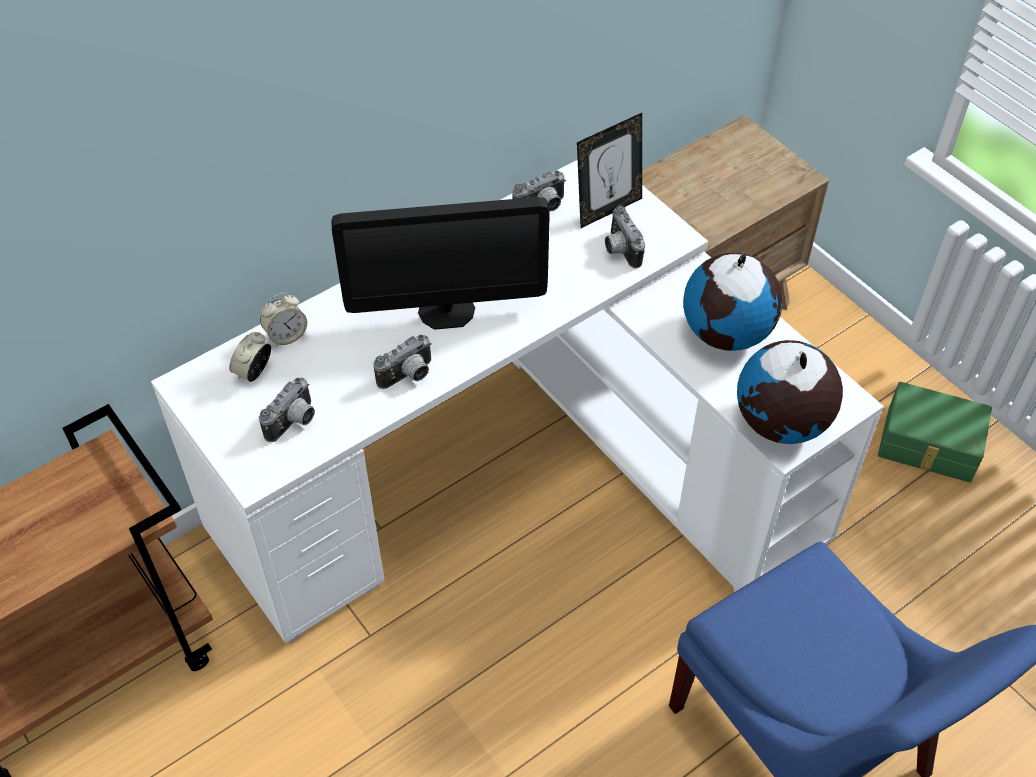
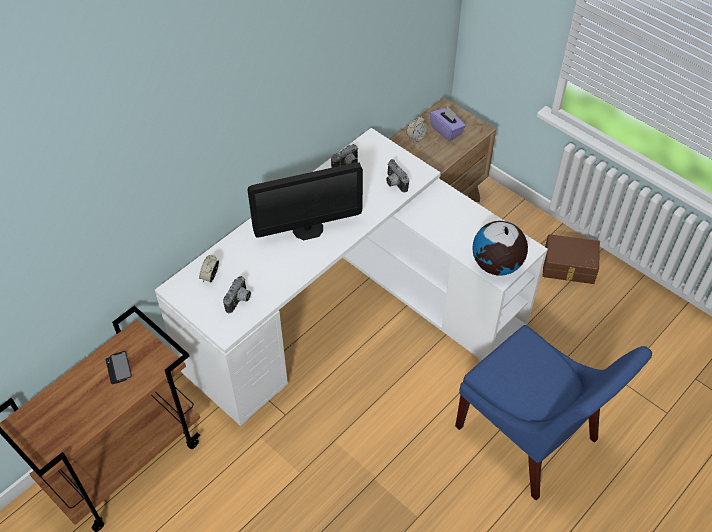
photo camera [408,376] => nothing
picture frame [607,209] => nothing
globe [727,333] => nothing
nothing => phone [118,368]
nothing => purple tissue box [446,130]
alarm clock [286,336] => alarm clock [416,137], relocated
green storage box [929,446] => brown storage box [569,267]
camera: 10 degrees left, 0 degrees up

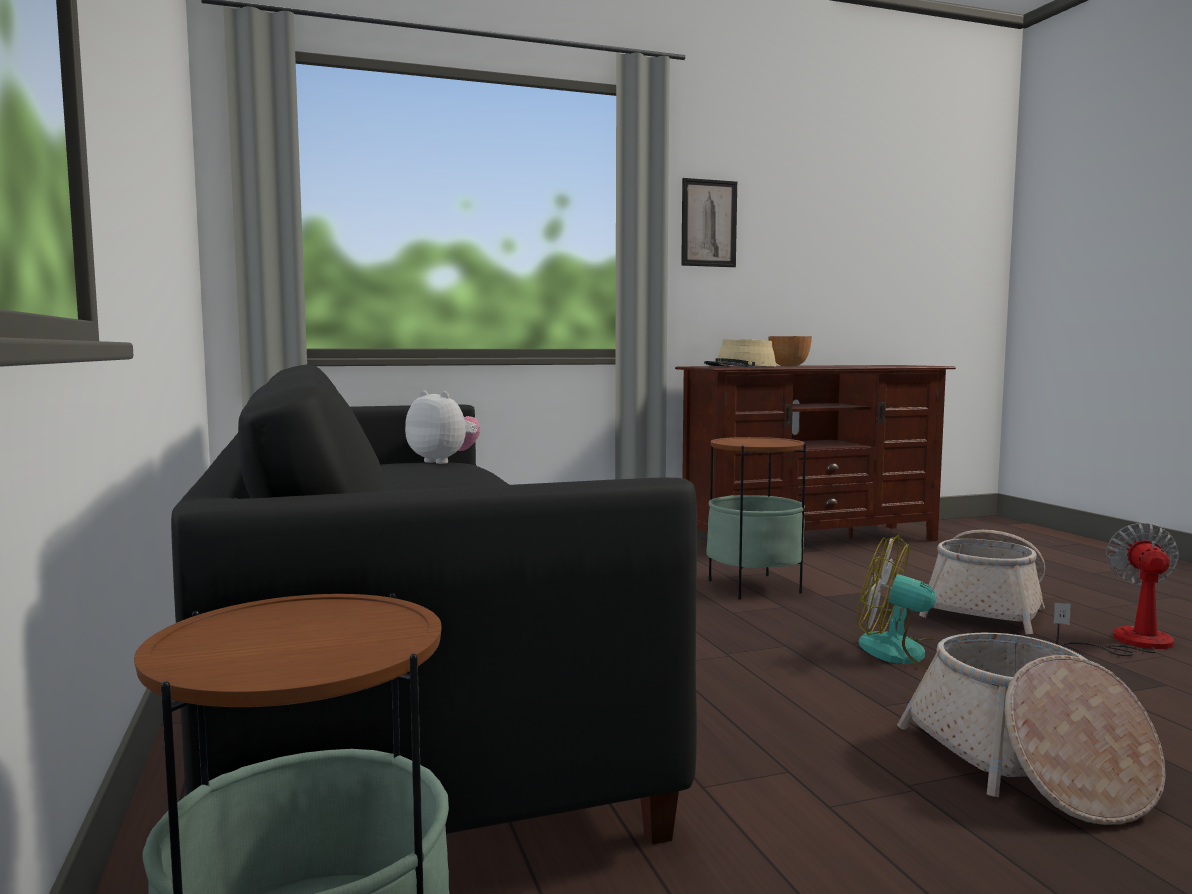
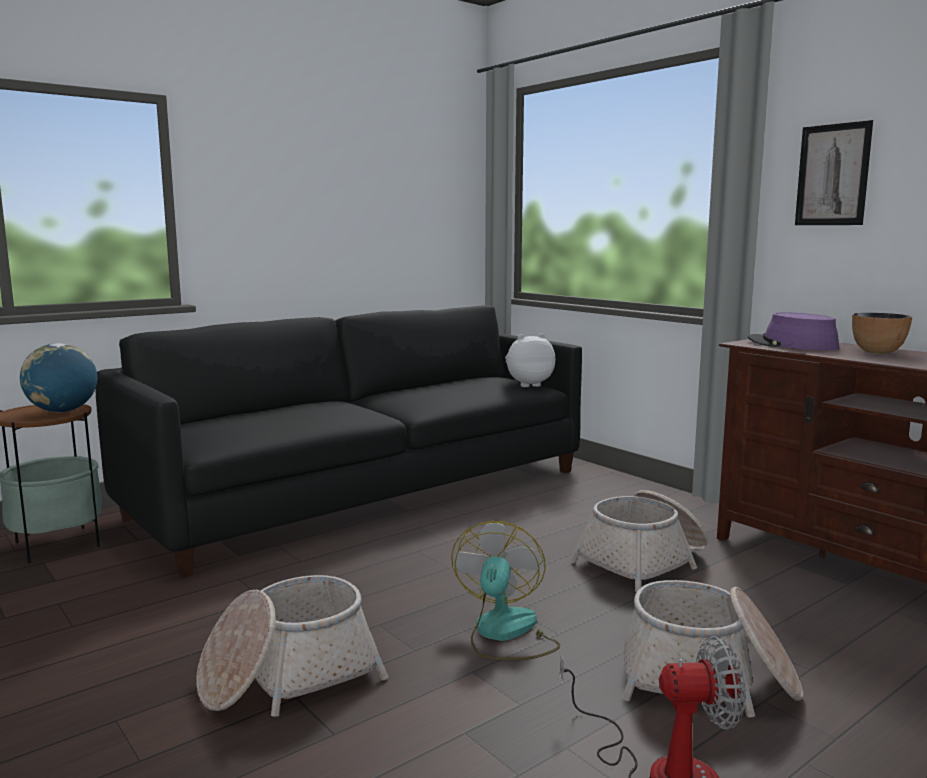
nothing => globe [62,411]
side table [754,586] => basket [644,561]
beige hat [740,366] => purple hat [792,345]
plush toy [443,461] => plush toy [528,384], 120 degrees counterclockwise
camera: 70 degrees right, 5 degrees up

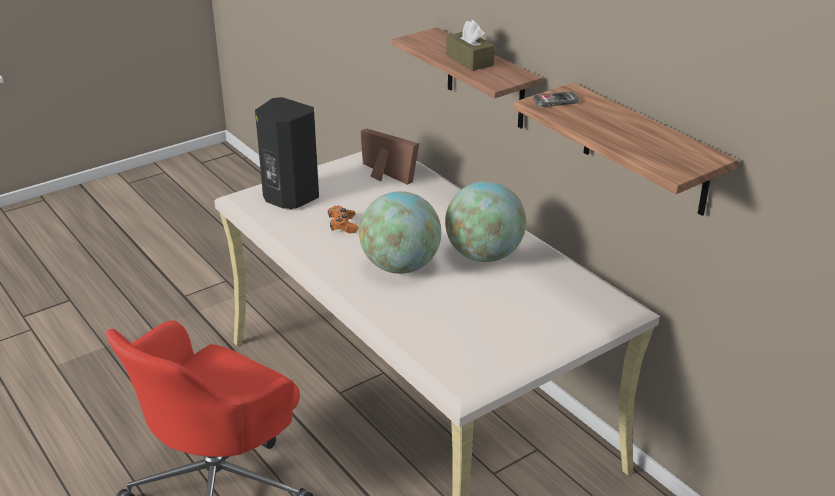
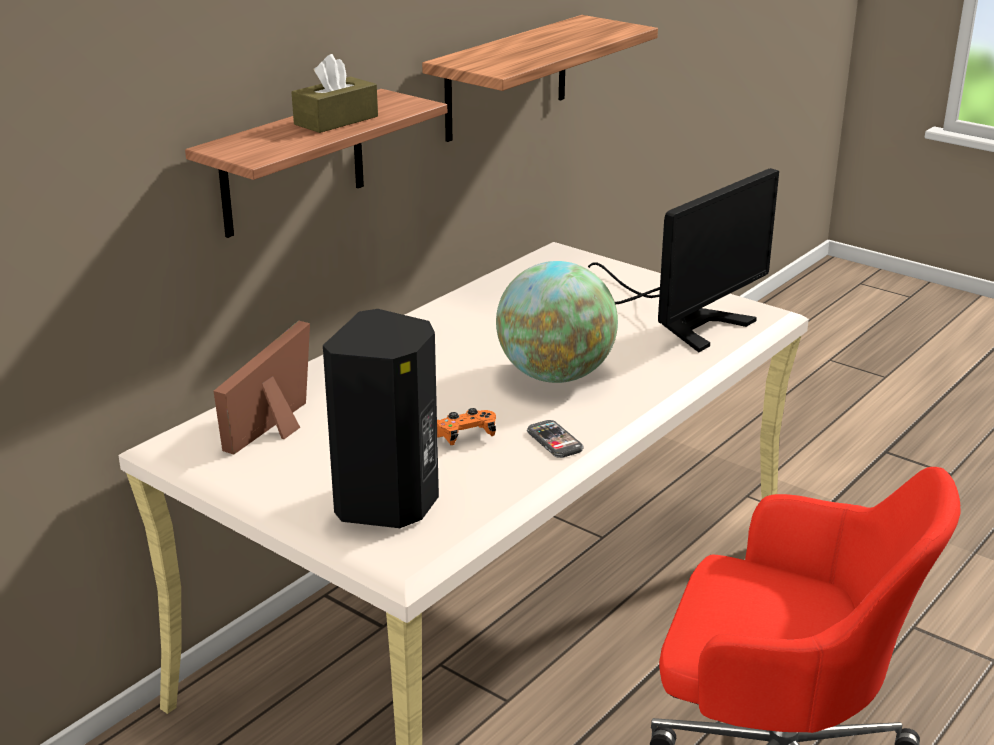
globe [484,255] => nothing
nothing => monitor [679,318]
phone [555,101] => phone [554,441], relocated
camera: 105 degrees left, 5 degrees down

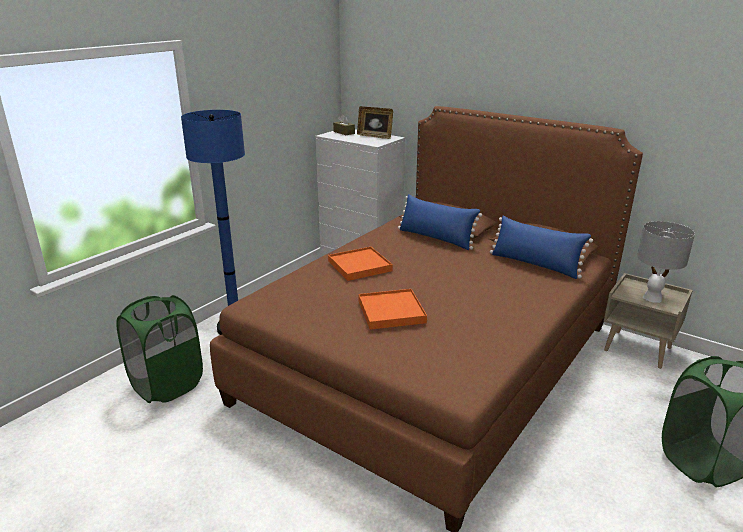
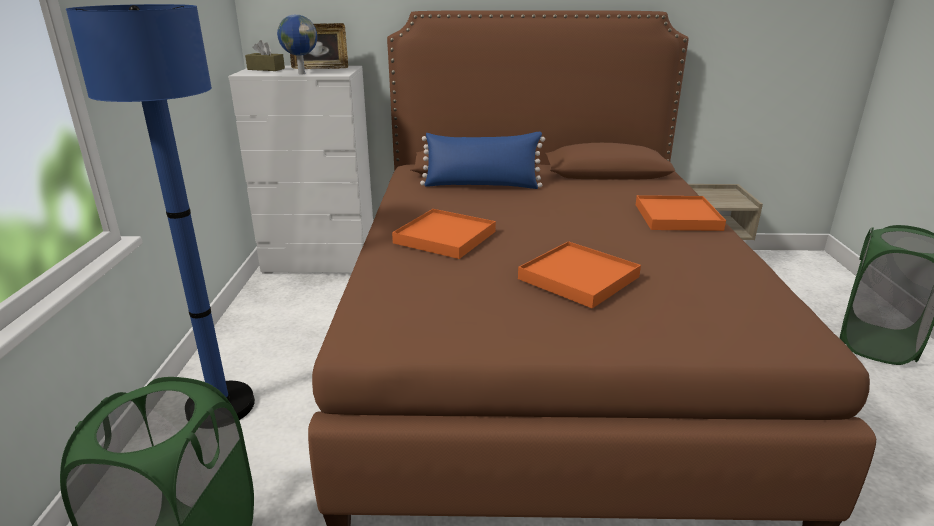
blue pillow [535,264] => nothing
grey table lamp [652,298] => nothing
nothing => globe [301,73]
nothing => orange tray [677,217]
camera: 35 degrees left, 0 degrees up

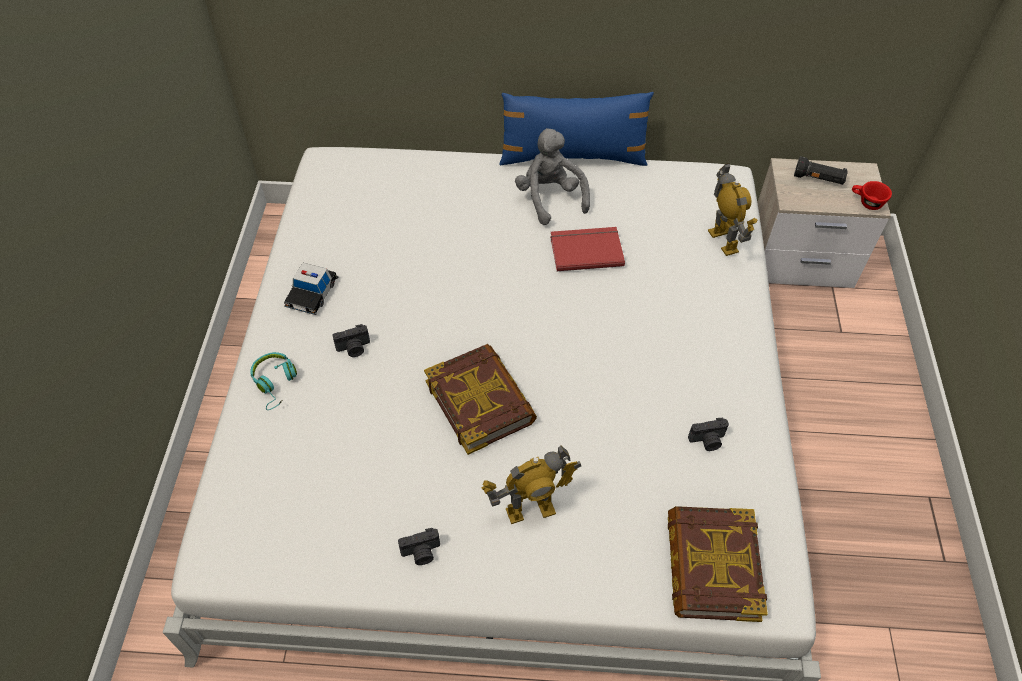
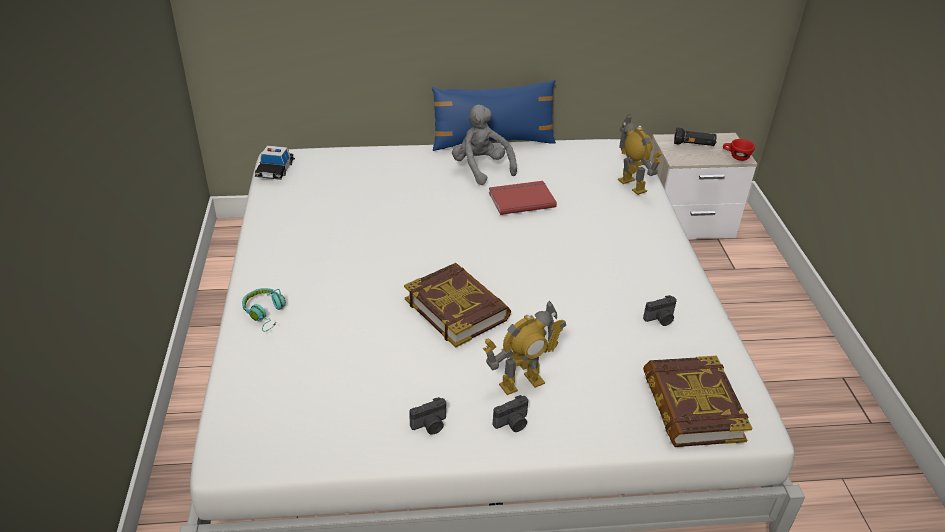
toy car [312,293] => toy car [275,169], relocated
photo camera [354,348] => photo camera [512,423], relocated
camera: 10 degrees left, 15 degrees down

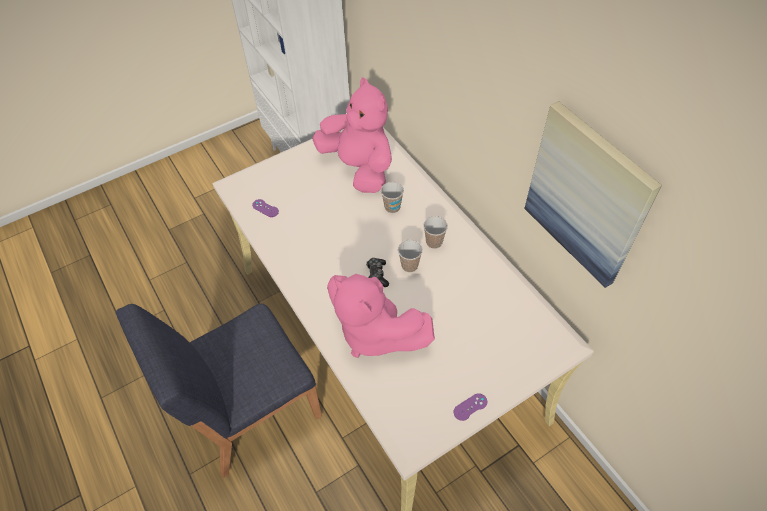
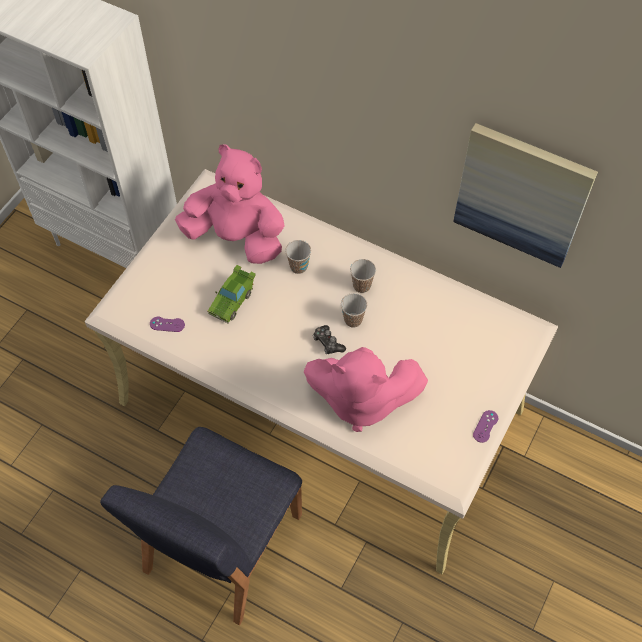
nothing => green toy car [233,300]
camera: 30 degrees left, 5 degrees up

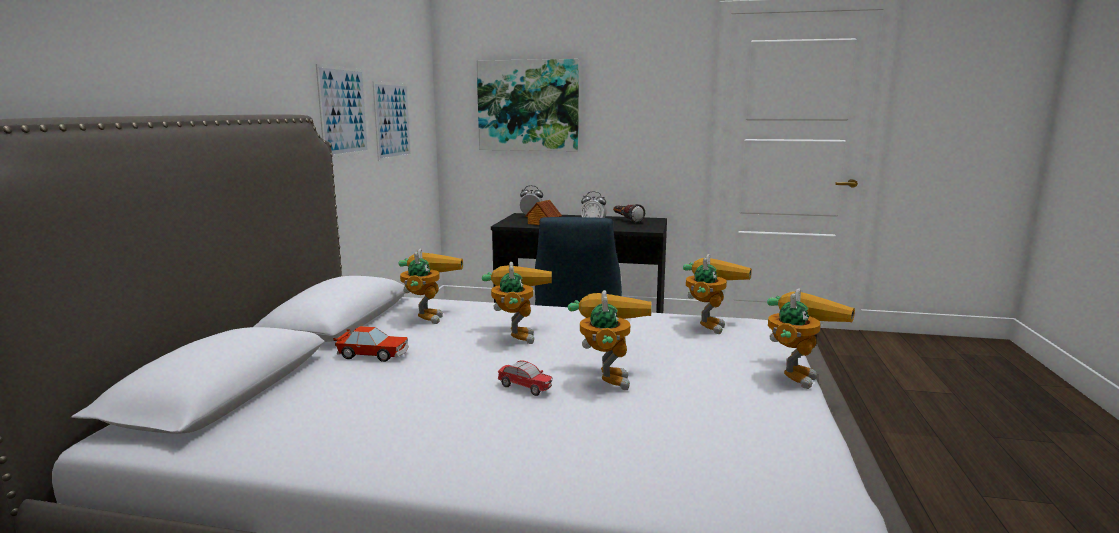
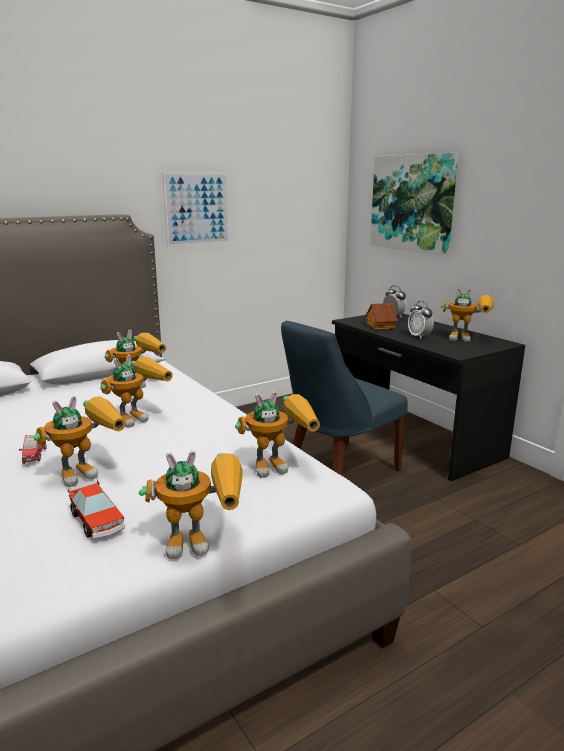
picture [392,121] => nothing
toy car [373,355] => toy car [97,521], relocated
flashlight [626,220] => toy robot [468,338]
camera: 45 degrees right, 5 degrees up

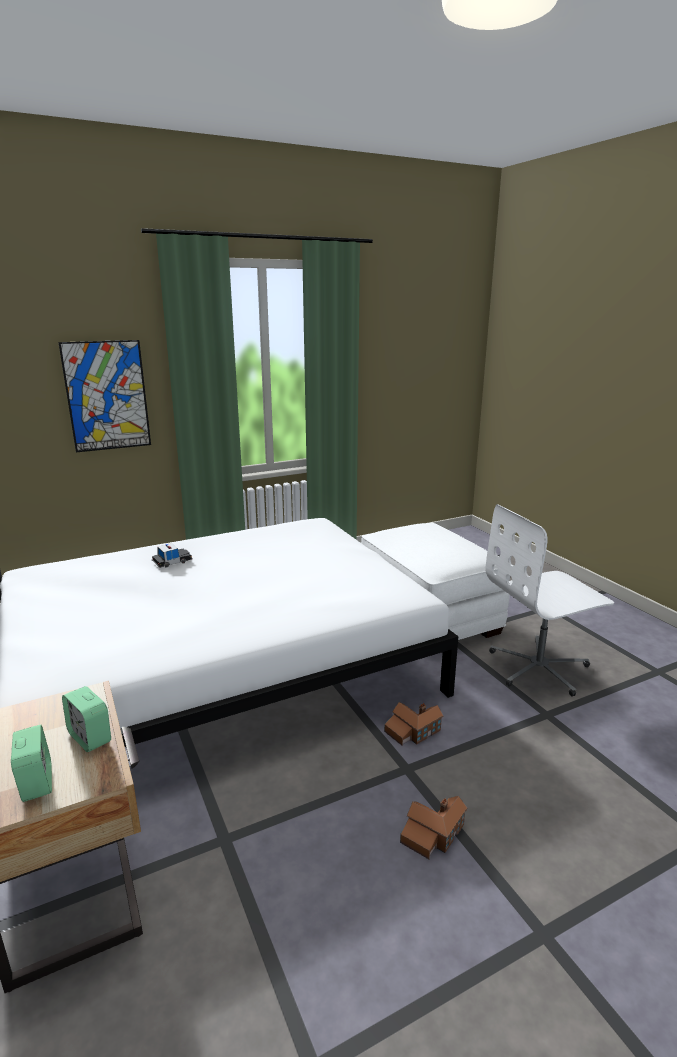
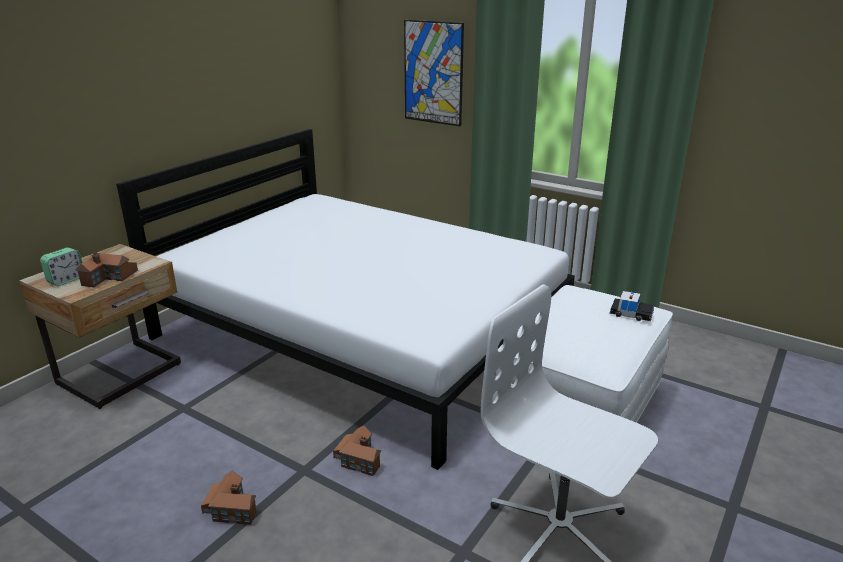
toy car [172,561] => toy car [631,313], relocated
alarm clock [90,737] => toy house [109,277]
camera: 60 degrees right, 5 degrees up

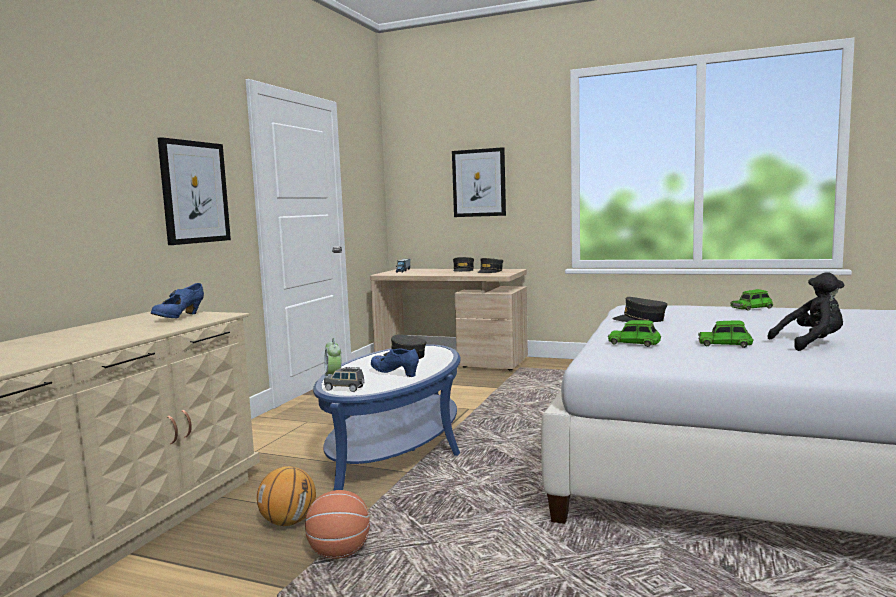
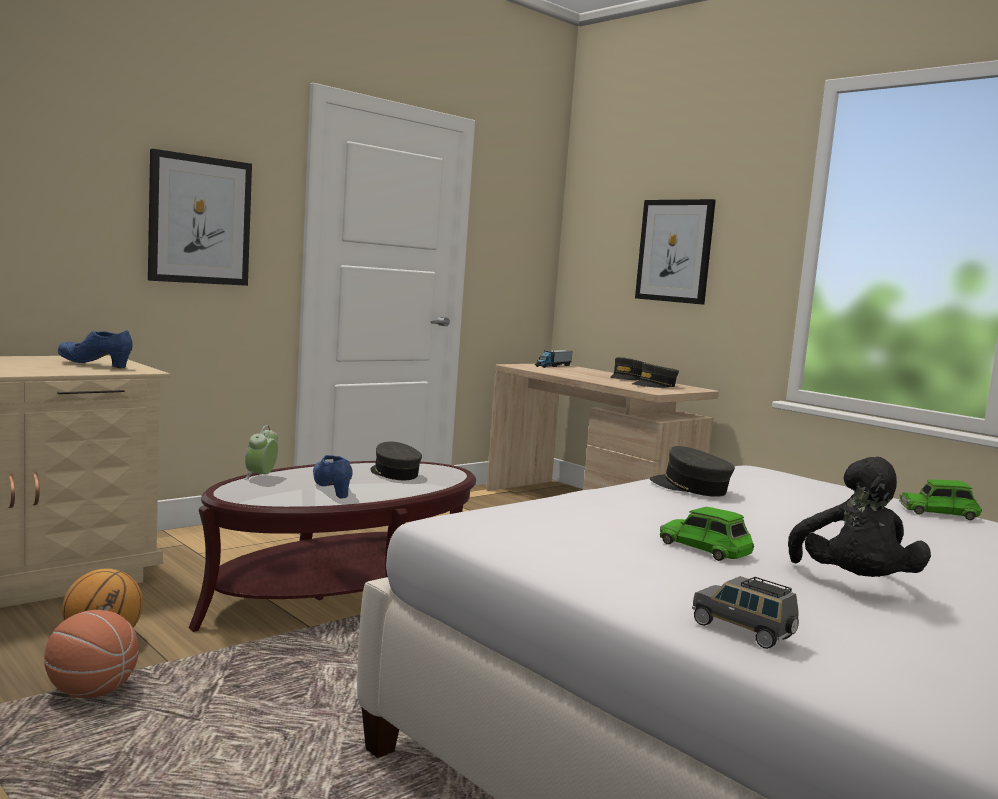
green toy car [634,343] => nothing
grey toy car [345,388] => grey toy car [743,631], relocated
blue coffee table [396,448] => brown coffee table [345,595]
blue shoe [179,317] => blue shoe [95,365], 60 degrees clockwise
black plush toy [811,344] => black plush toy [853,585], 75 degrees clockwise
camera: 25 degrees right, 0 degrees up

